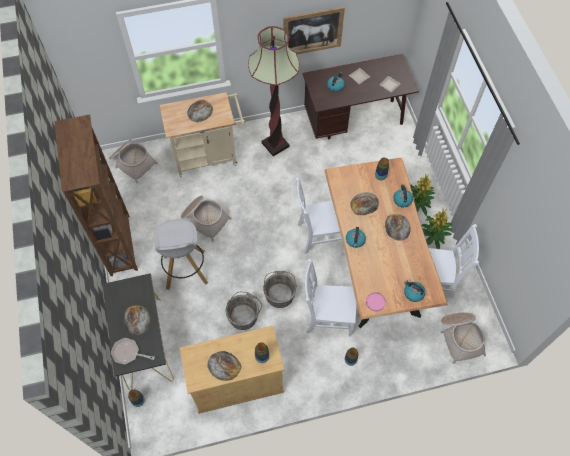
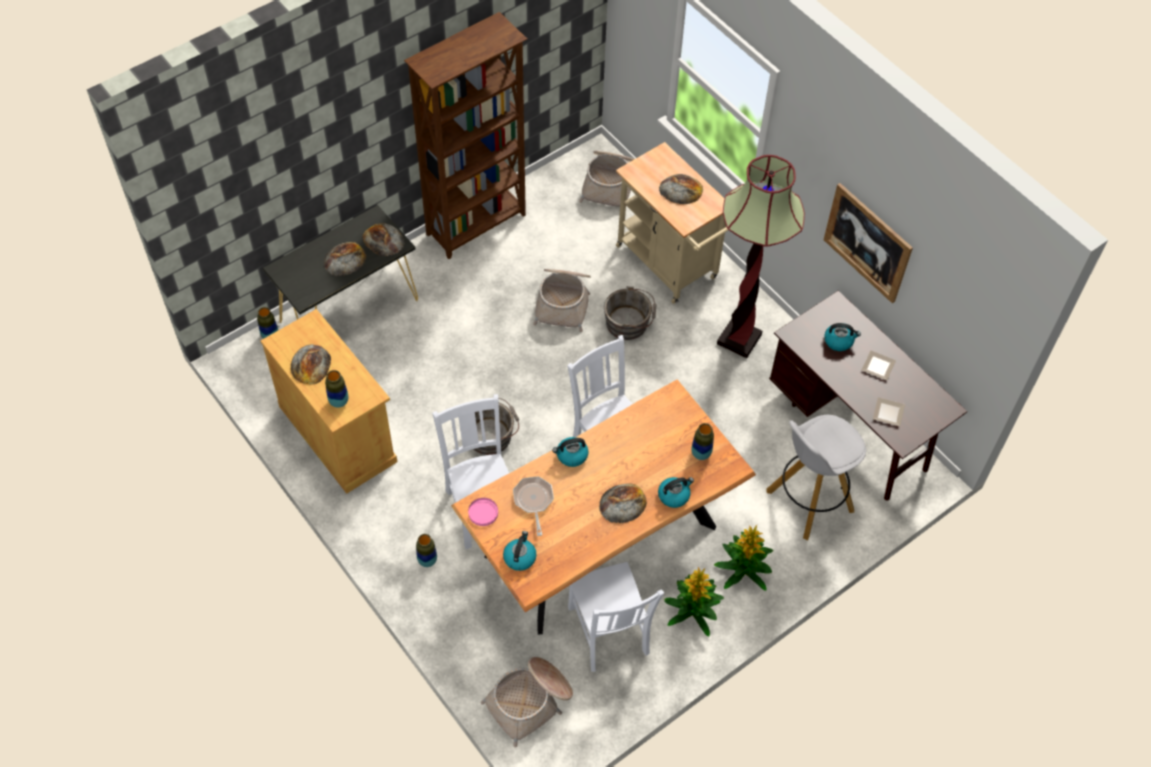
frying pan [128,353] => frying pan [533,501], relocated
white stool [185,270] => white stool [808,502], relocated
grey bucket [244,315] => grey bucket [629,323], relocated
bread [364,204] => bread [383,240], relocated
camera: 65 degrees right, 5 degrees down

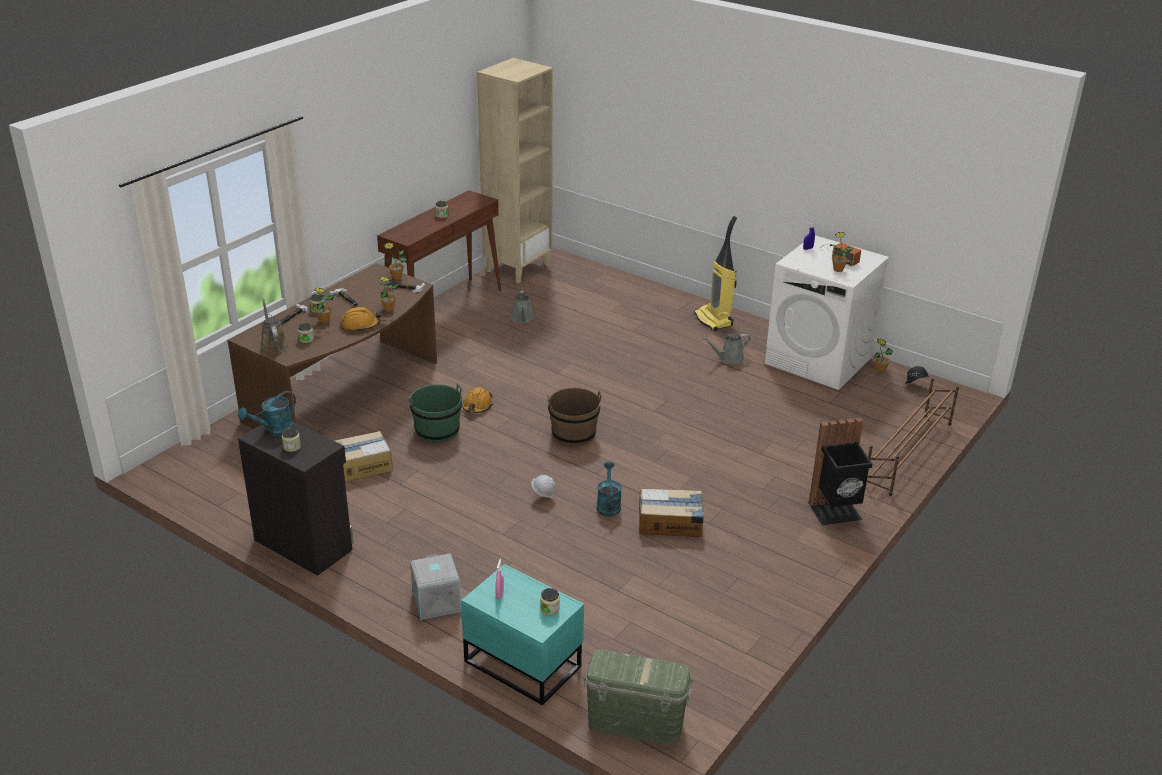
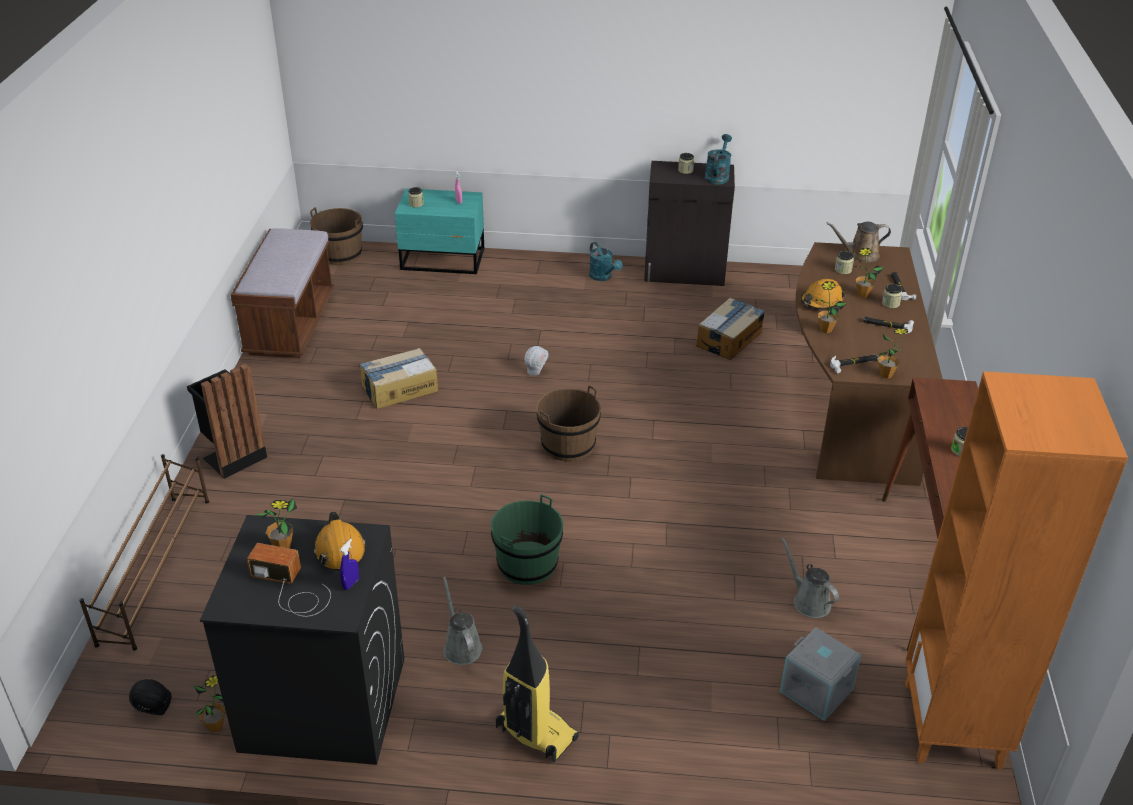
nothing => brown bench [290,325]
green bucket [437,431] => green bucket [527,564], relocated
grey storage box [435,602] => grey storage box [817,690], relocated
orange hard hat [477,406] => orange hard hat [339,549], relocated
turquoise watering can [608,505] => turquoise watering can [603,277], relocated
green storage box [636,723] => brown bucket [340,254]
beige bookcase [517,267] => orange bookcase [953,725]
white washing machine [819,361] => black washing machine [322,704]
brown watering can [273,345] => brown watering can [860,255], 135 degrees clockwise
grey watering can [729,359] => grey watering can [461,646], 60 degrees counterclockwise
camera: 150 degrees right, 5 degrees up

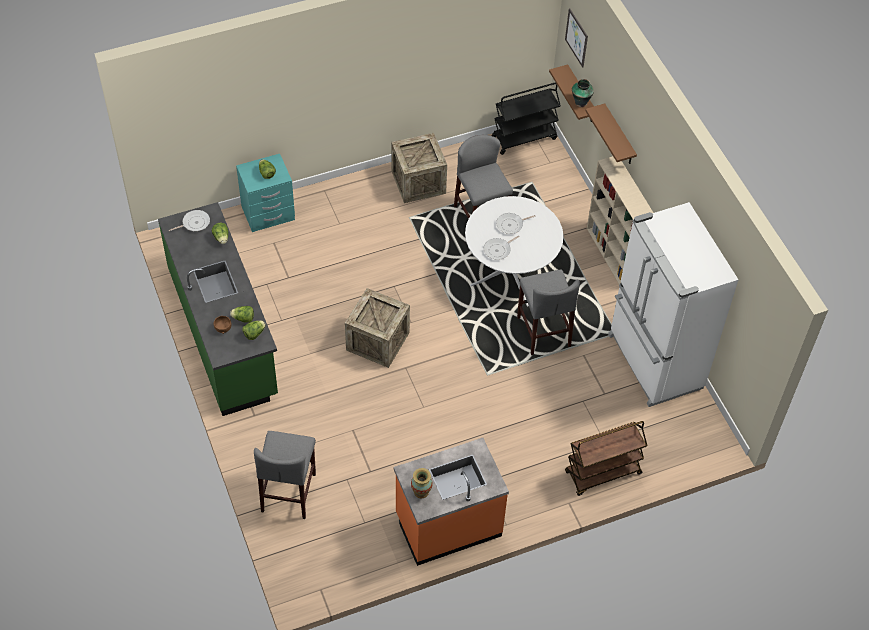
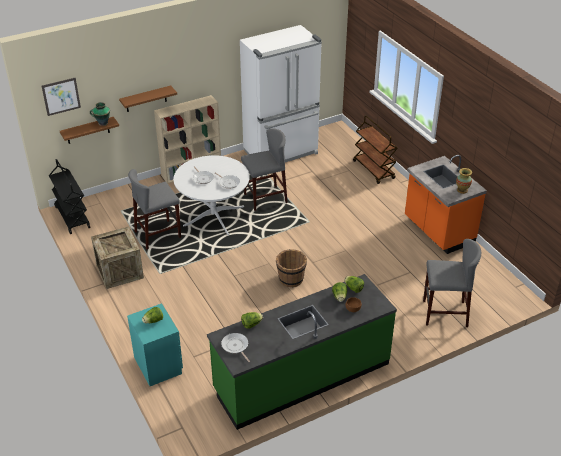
crate [377,341] => brown bucket [291,279]
camera: 95 degrees left, 15 degrees down

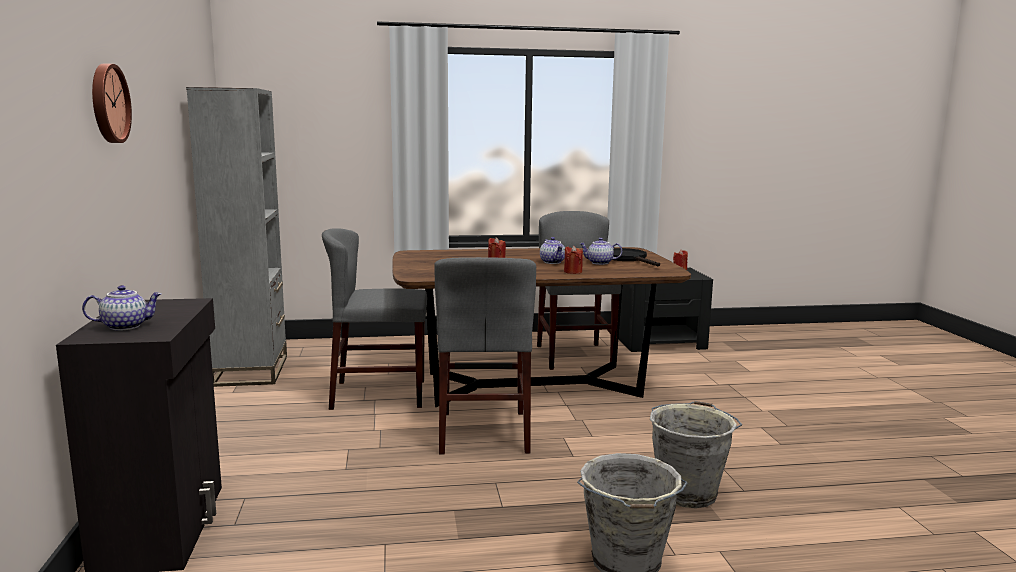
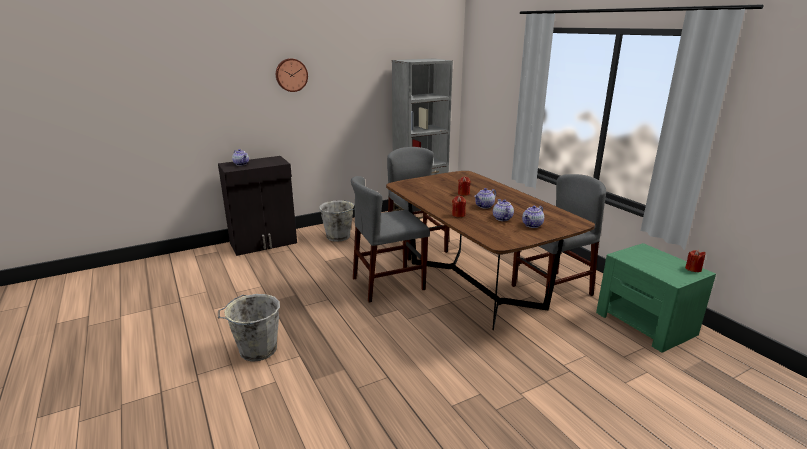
grey bucket [688,492] => grey bucket [339,236], relocated
black frying pan [628,259] => teapot [532,225]
black nightstand [660,342] => green nightstand [645,324]
camera: 70 degrees right, 10 degrees up

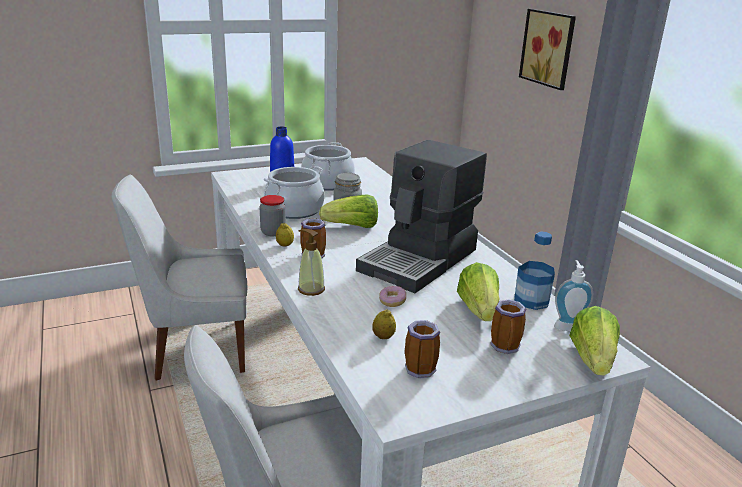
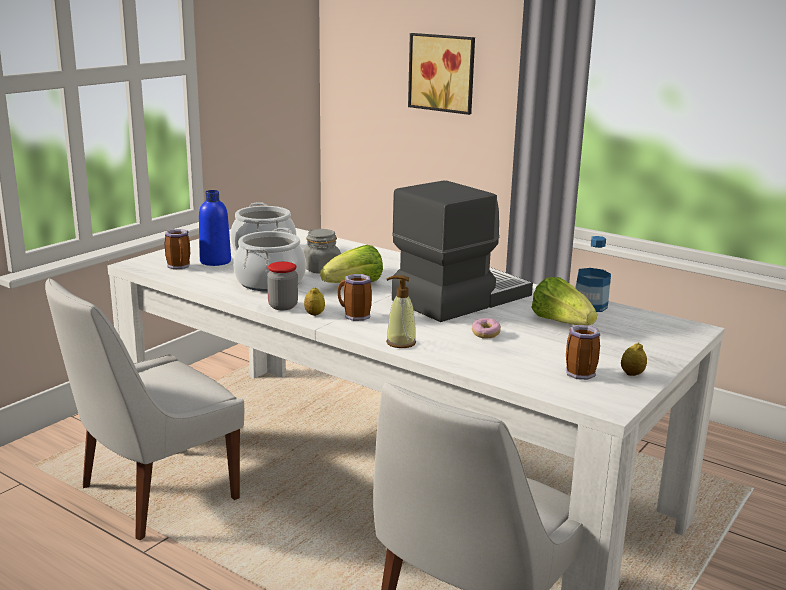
soap dispenser [567,325] => nothing
lettuce [592,359] => nothing
lemon [383,337] => lemon [632,374], relocated
mug [506,348] => mug [180,267], relocated
coffee machine [420,260] => coffee machine [459,298], 135 degrees counterclockwise
camera: 30 degrees left, 5 degrees down

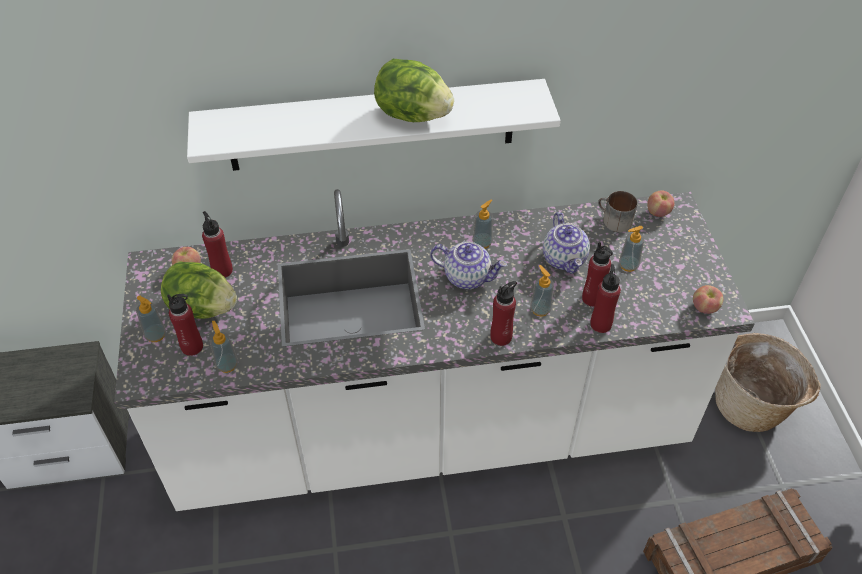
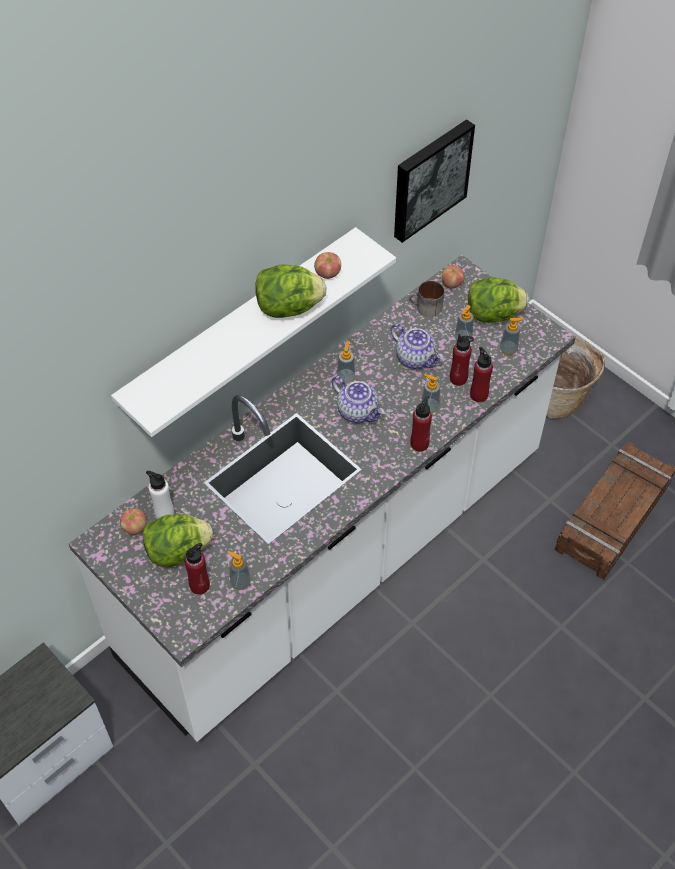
nothing => picture [429,179]
nothing => lettuce [493,314]
soap dispenser [155,335] => soap dispenser [508,349], relocated
apple [704,308] => apple [328,274], relocated
red bottle [222,270] => white bottle [164,513]
teapot [467,277] => teapot [358,411], 60 degrees clockwise
camera: 35 degrees left, 5 degrees up

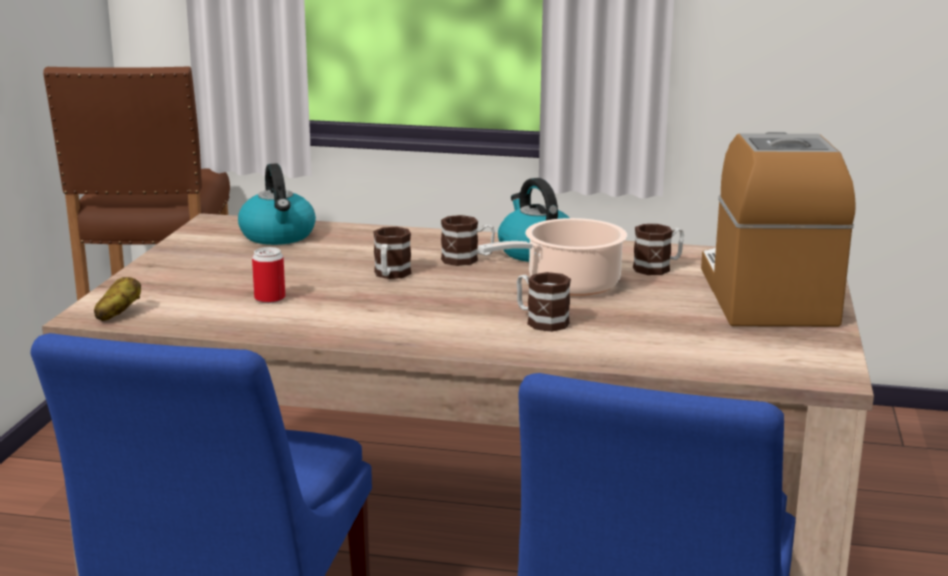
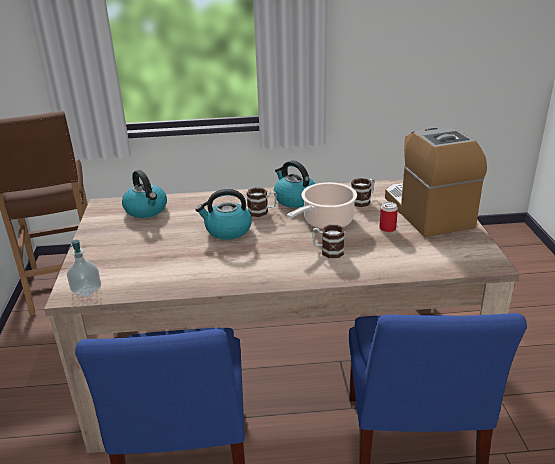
can [269,299] => can [387,229], relocated
potato [118,314] => soap dispenser [86,290]
mug [390,275] => kettle [227,230]
camera: 15 degrees left, 10 degrees up

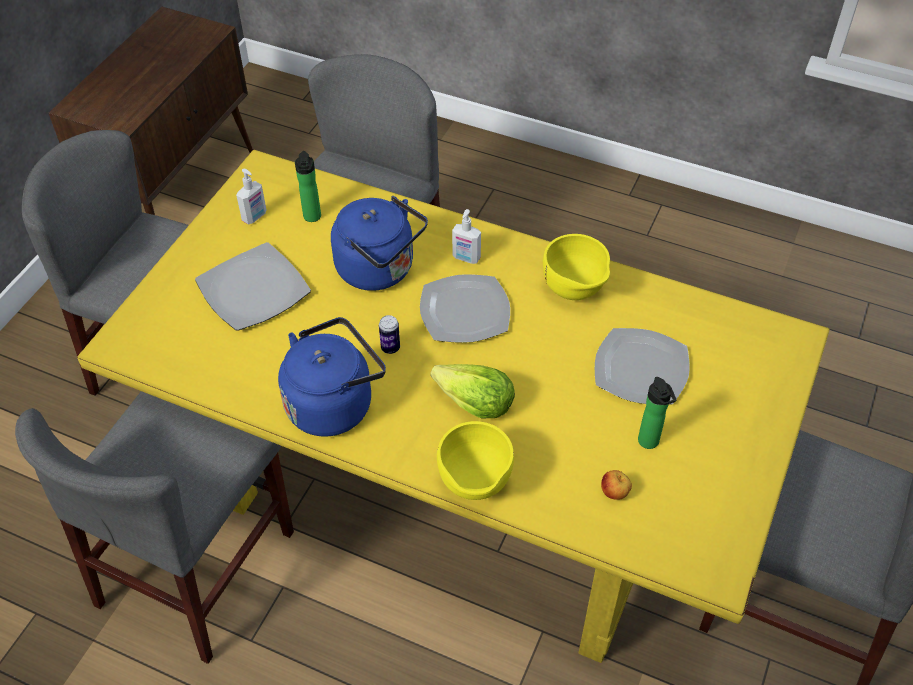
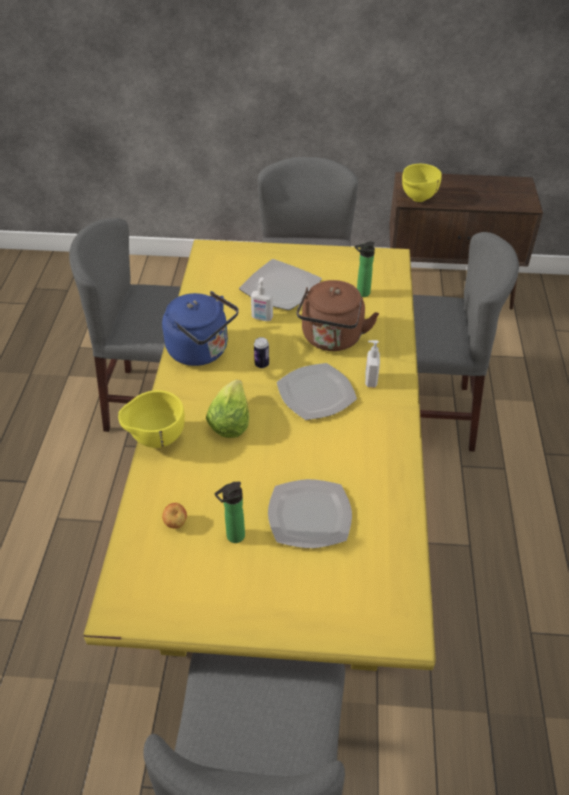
soap dispenser [255,217] => soap dispenser [262,318], relocated
yellow bowl [574,293] => yellow bowl [417,199], relocated
blue kettle [380,270] => brown kettle [331,339]
camera: 70 degrees right, 5 degrees down

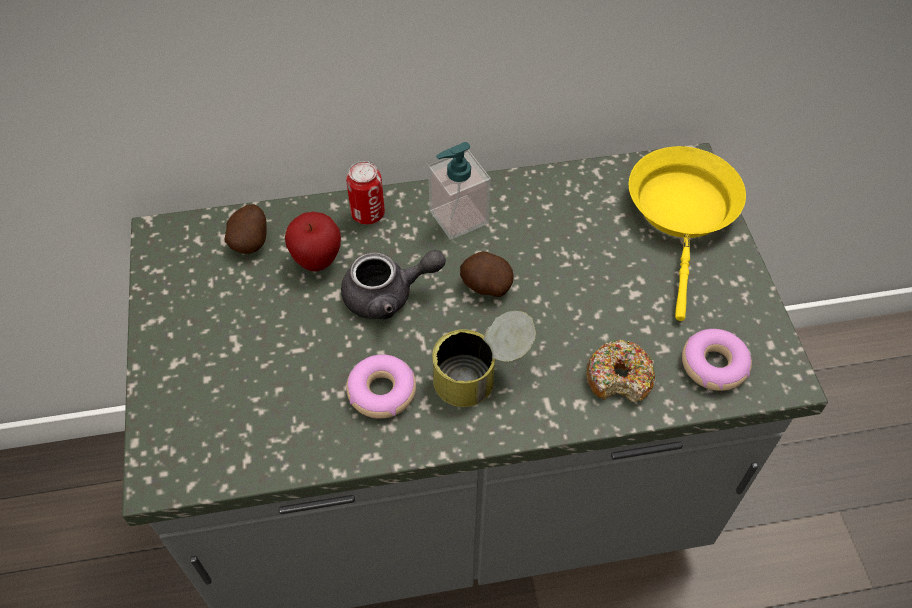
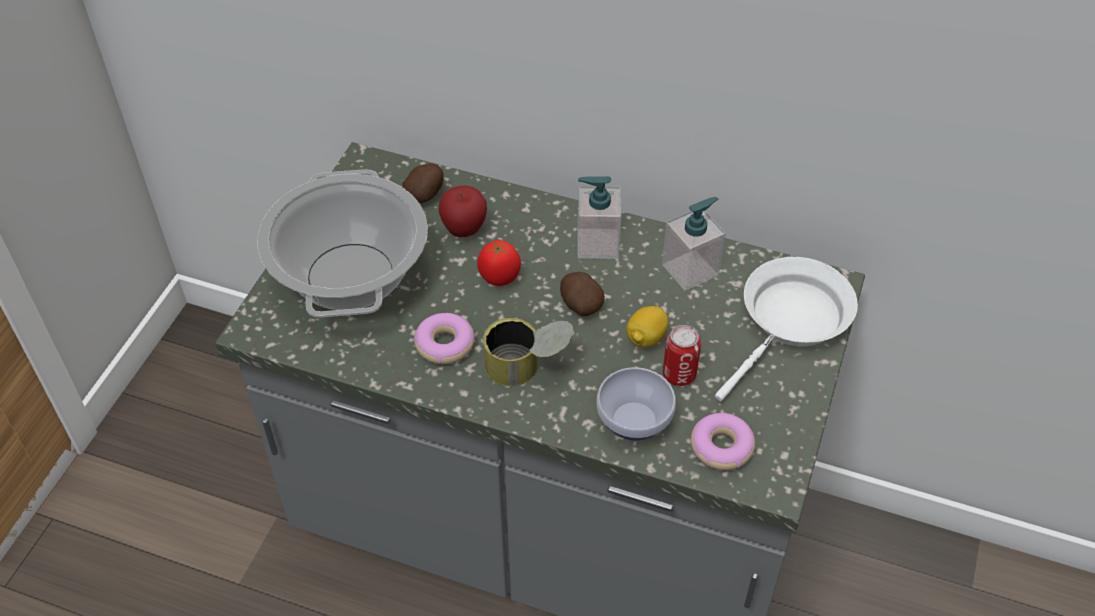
nothing => cooking pot [351,277]
nothing => lemon [646,338]
nothing => soap dispenser [690,270]
can [368,214] => can [679,374], relocated
grey teapot [388,295] => tomato [499,278]
donut [619,378] => bowl [634,420]
yellow frying pan [682,214] => white frying pan [791,321]
camera: 30 degrees right, 5 degrees down

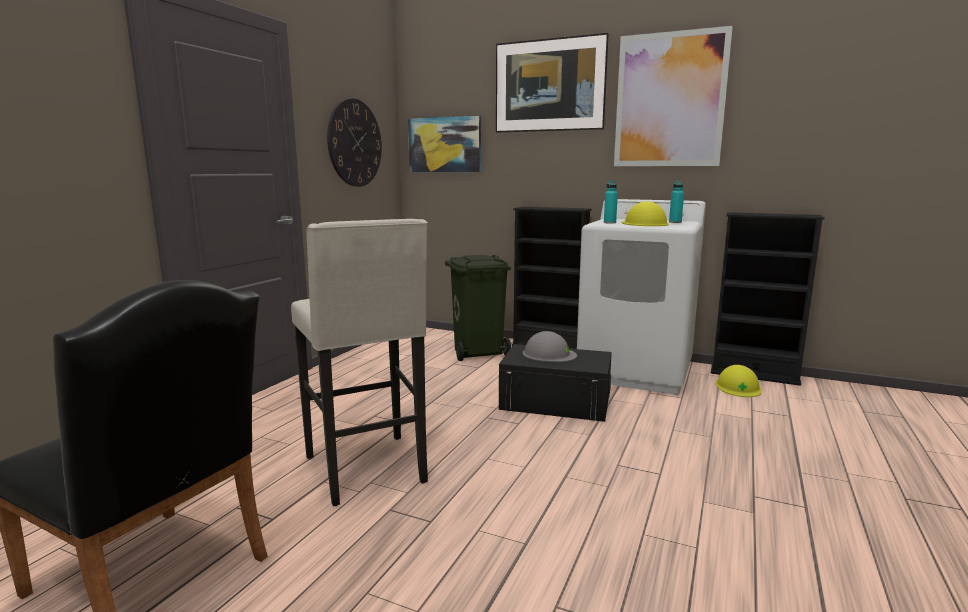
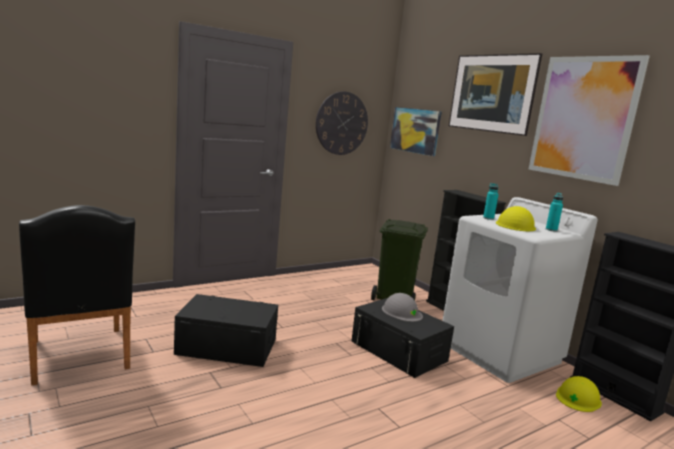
beige stool [368,470] => black storage box [227,346]
camera: 30 degrees right, 0 degrees up

